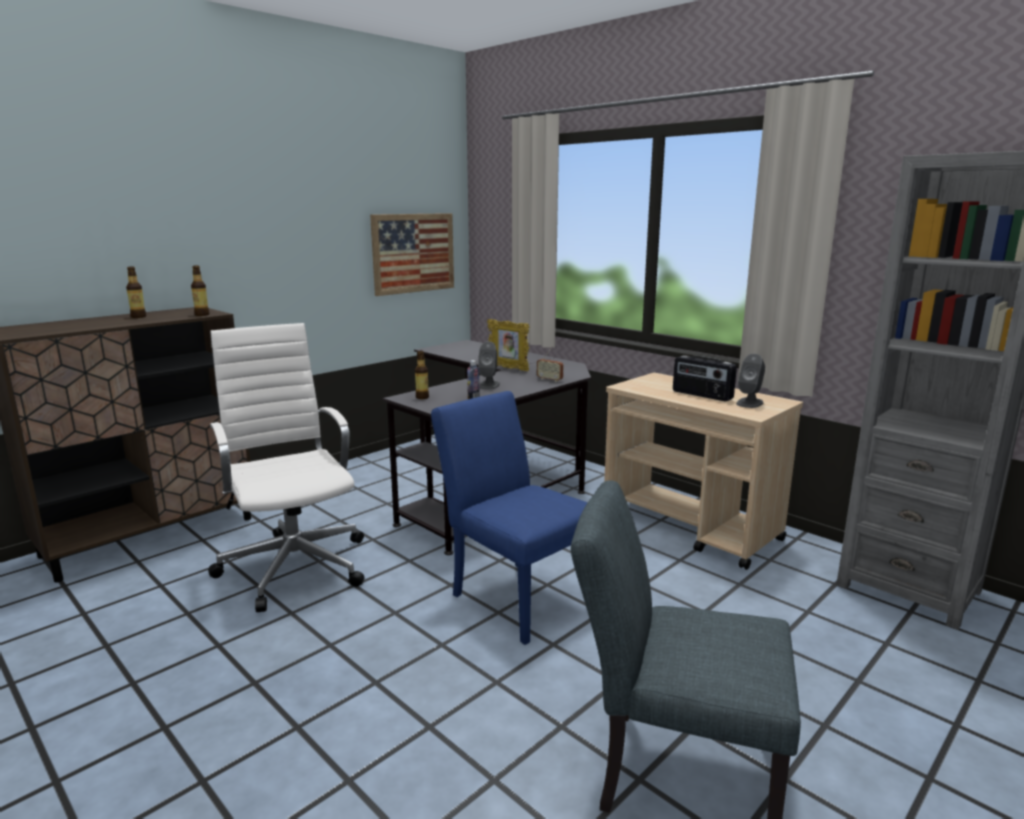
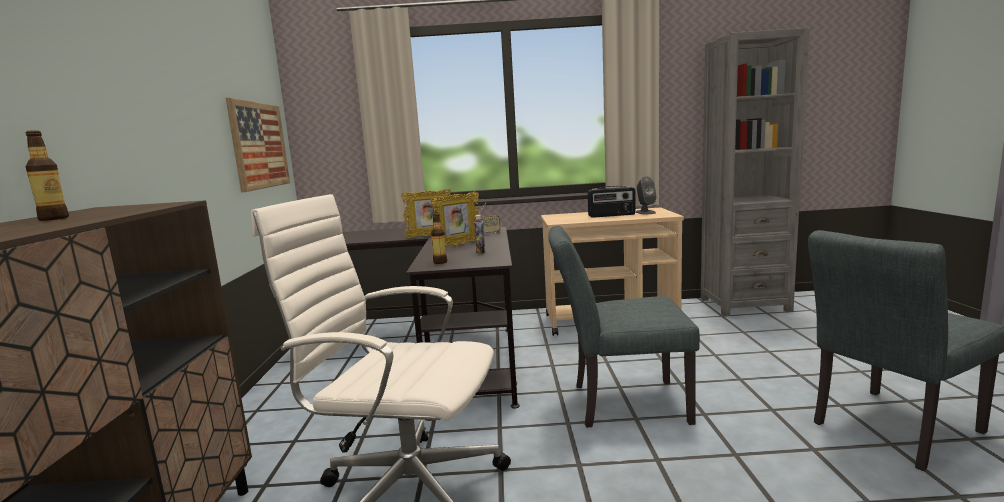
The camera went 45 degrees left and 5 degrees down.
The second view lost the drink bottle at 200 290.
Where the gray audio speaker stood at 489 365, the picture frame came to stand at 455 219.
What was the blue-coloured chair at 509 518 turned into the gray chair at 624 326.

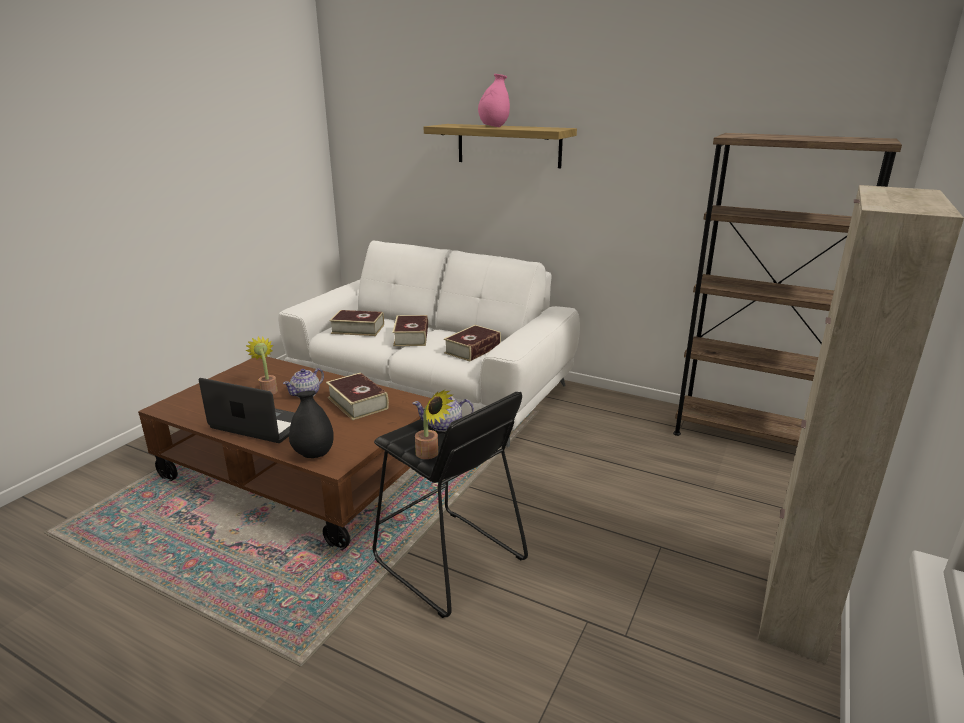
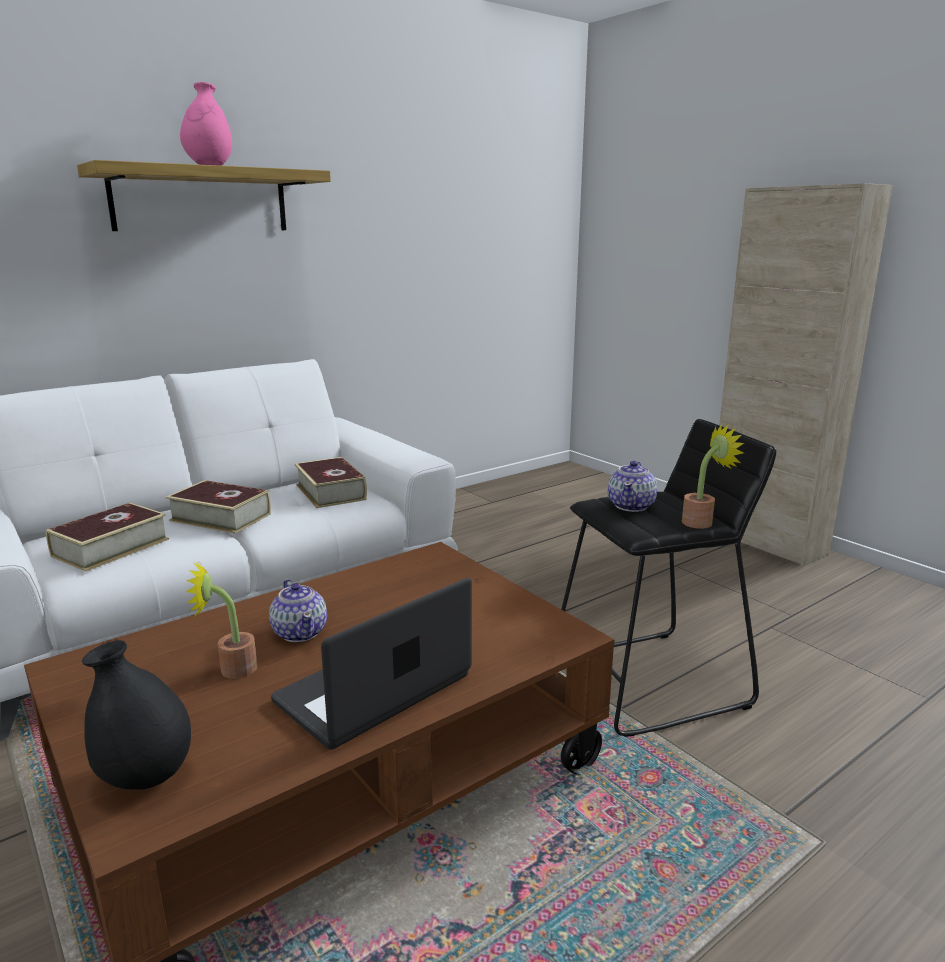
The camera went 65 degrees left and 5 degrees down.
The second view lost the brown shelving unit at 787 289.
The second view lost the bound book at 357 396.
The black vase ended up elsewhere, having gone from 311 424 to 136 715.

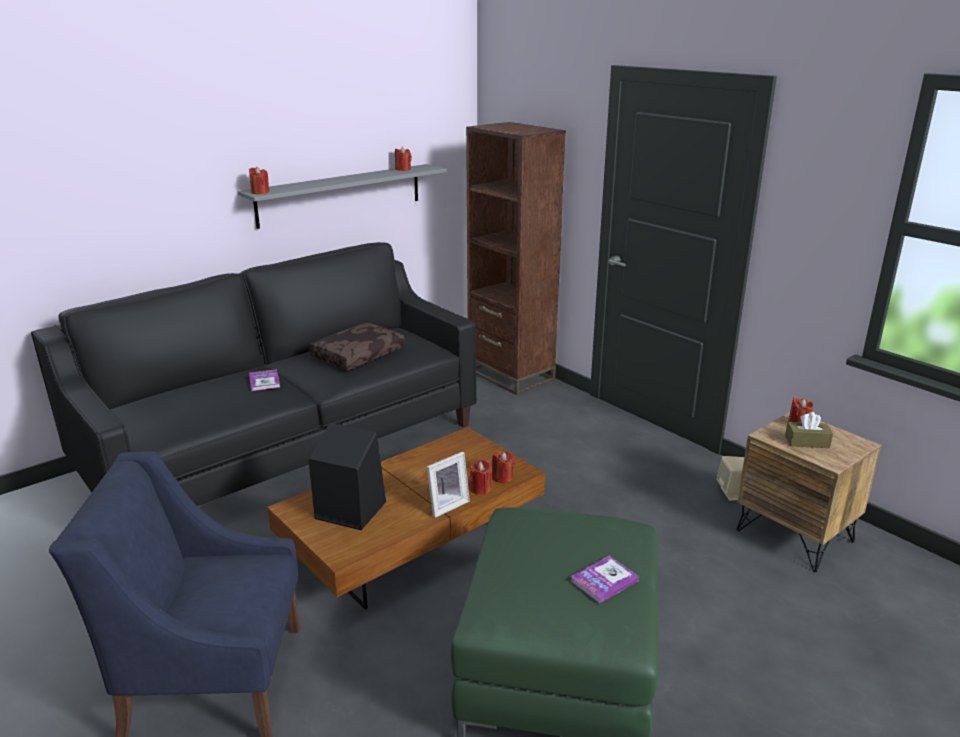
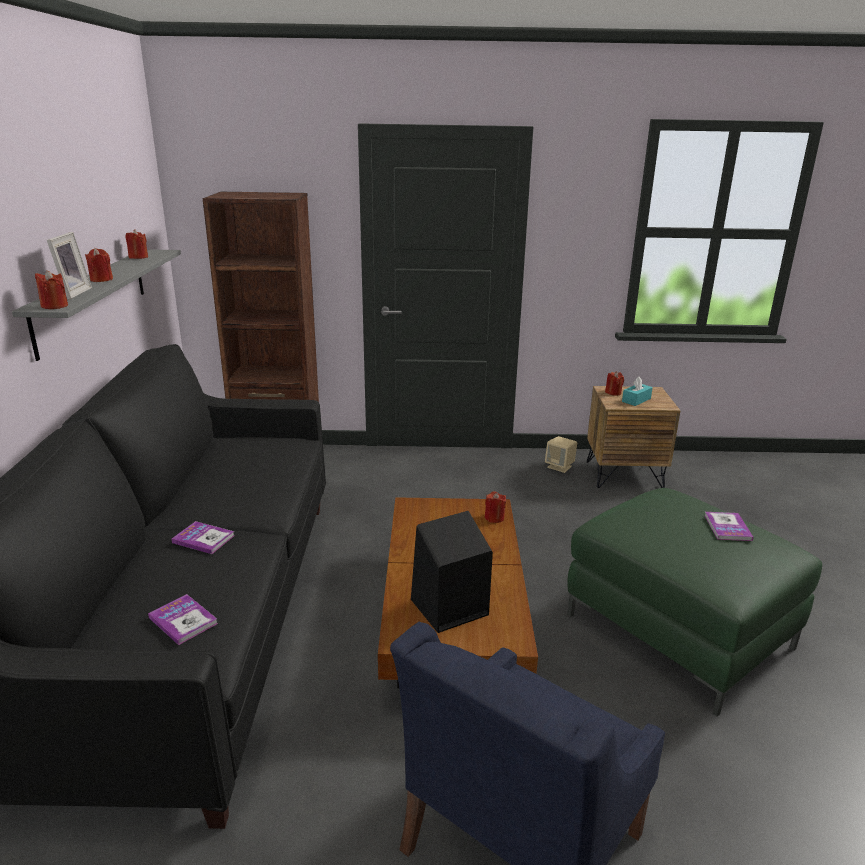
The camera went 50 degrees left and 0 degrees up.
The second view lost the brown pillow at 357 346.
What was the brown tissue box at 809 430 turned into the turquoise-coloured tissue box at 637 391.
The picture frame ended up elsewhere, having gone from 448 485 to 69 266.
The red wax candle ended up elsewhere, having gone from 481 477 to 99 265.
The second view gained the bound book at 183 619.

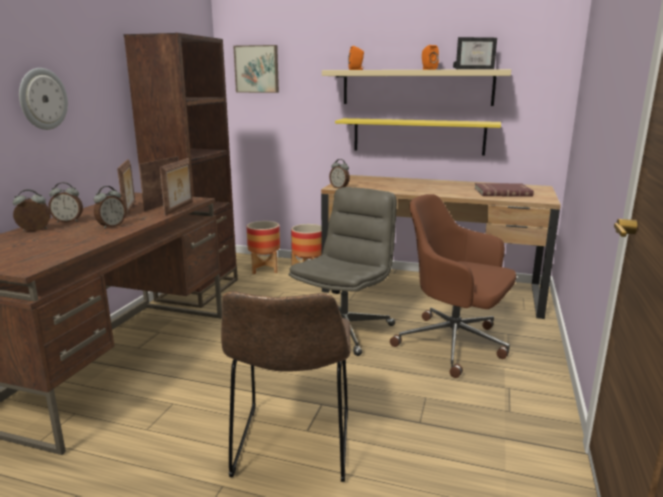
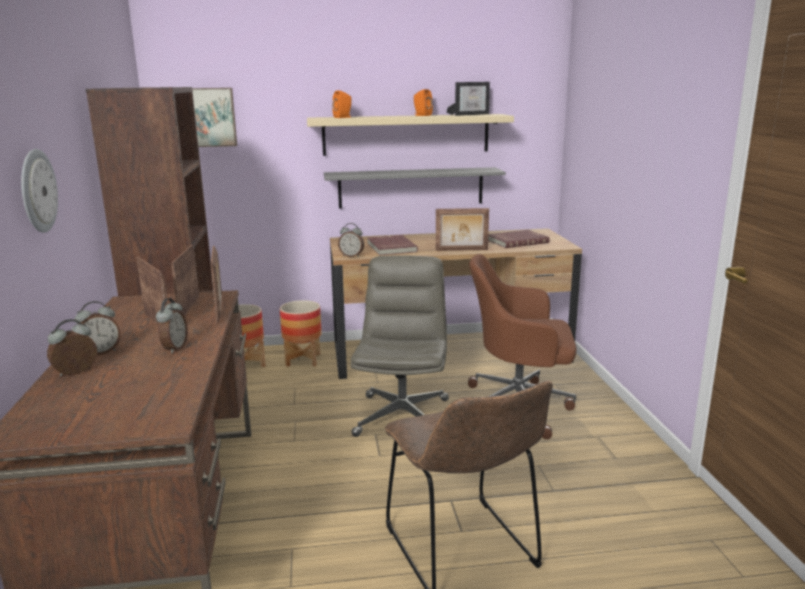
The camera went 25 degrees left and 0 degrees up.
What was the yellow-coloured bracket shelf at 418 137 turned into the gray bracket shelf at 415 188.
The second view gained the picture frame at 462 229.
The second view gained the red bound book at 392 245.

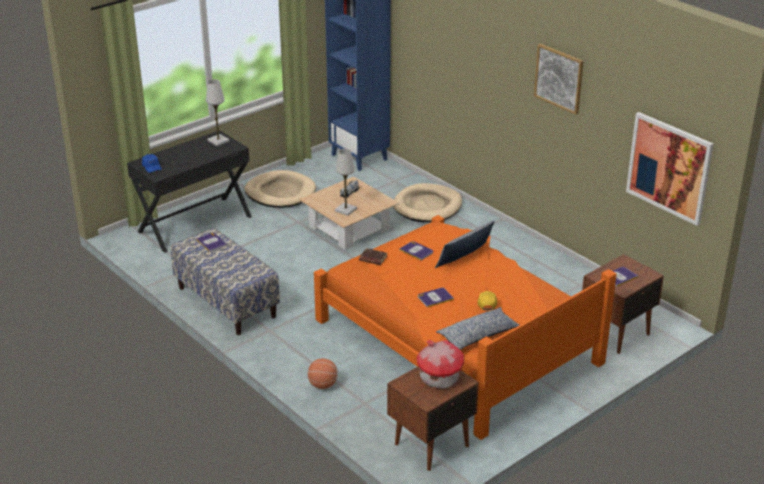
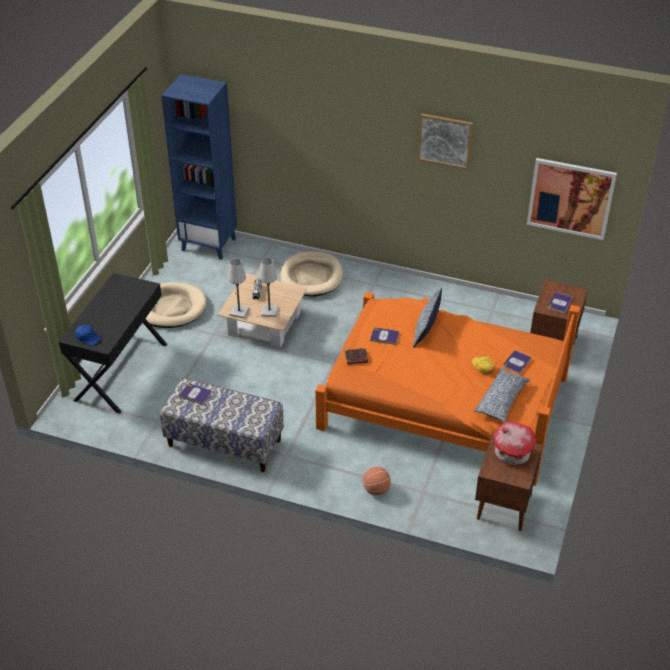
The camera went 30 degrees left and 10 degrees up.
The whitish tabletop lamp ended up elsewhere, having gone from 218 112 to 238 289.
The bound book ended up elsewhere, having gone from 436 297 to 517 362.

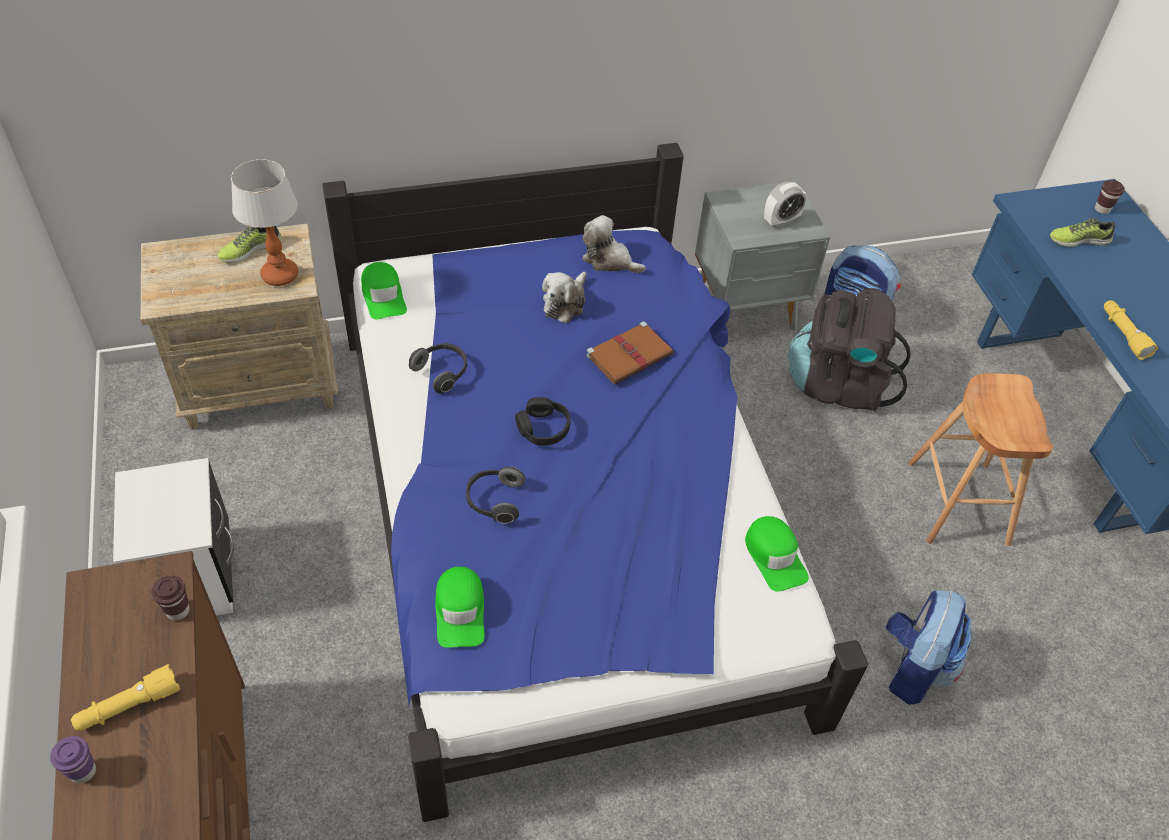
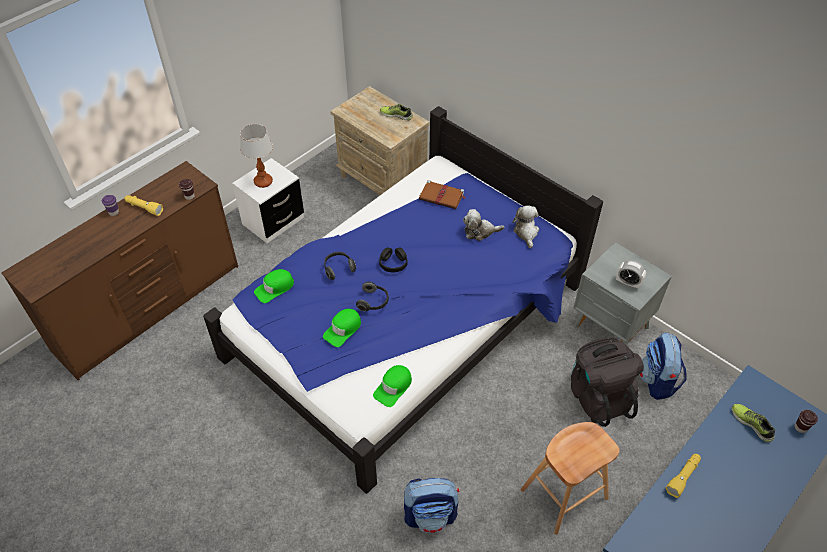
The camera went 60 degrees right and 0 degrees up.
The tabletop lamp ended up elsewhere, having gone from 264 222 to 256 156.
The greenish cap ended up elsewhere, having gone from 384 290 to 342 328.
The brown bound book ended up elsewhere, having gone from 629 352 to 442 194.
The headphones ended up elsewhere, having gone from 438 368 to 372 296.

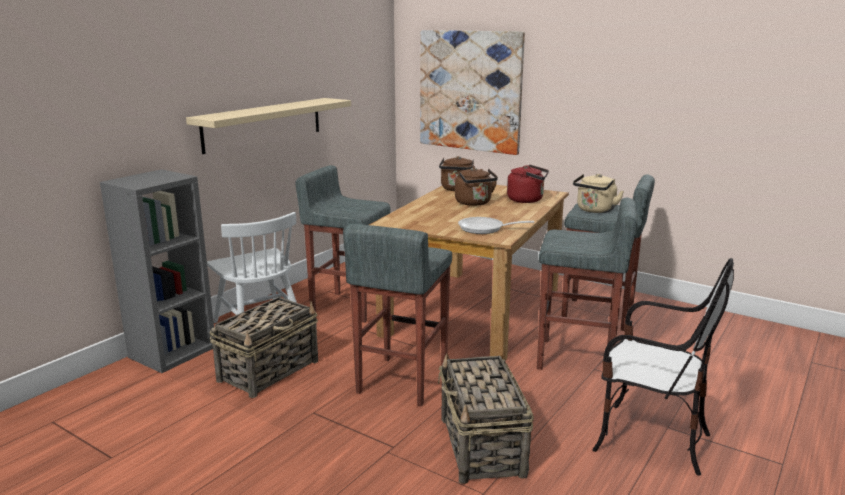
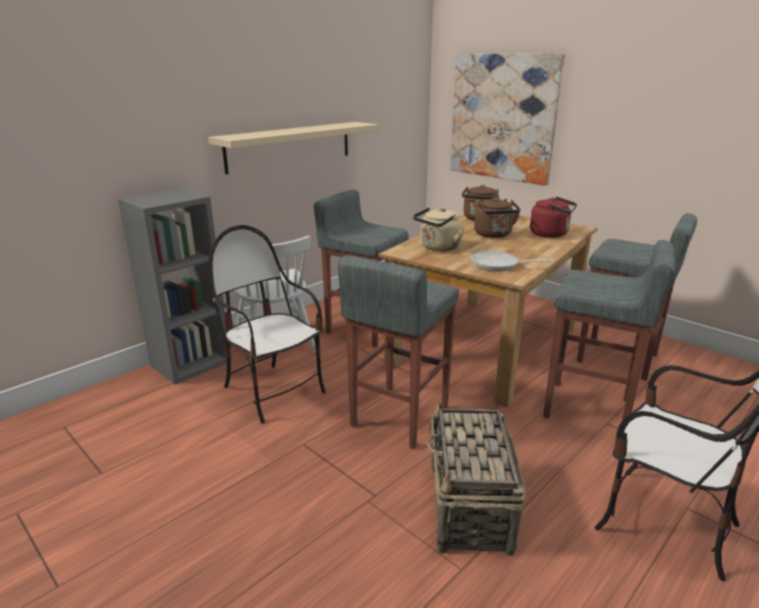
The camera went 10 degrees right and 5 degrees up.
The beige water kettle ended up elsewhere, having gone from 598 193 to 438 229.
Where the household basket stood at 264 347, the chair came to stand at 267 324.

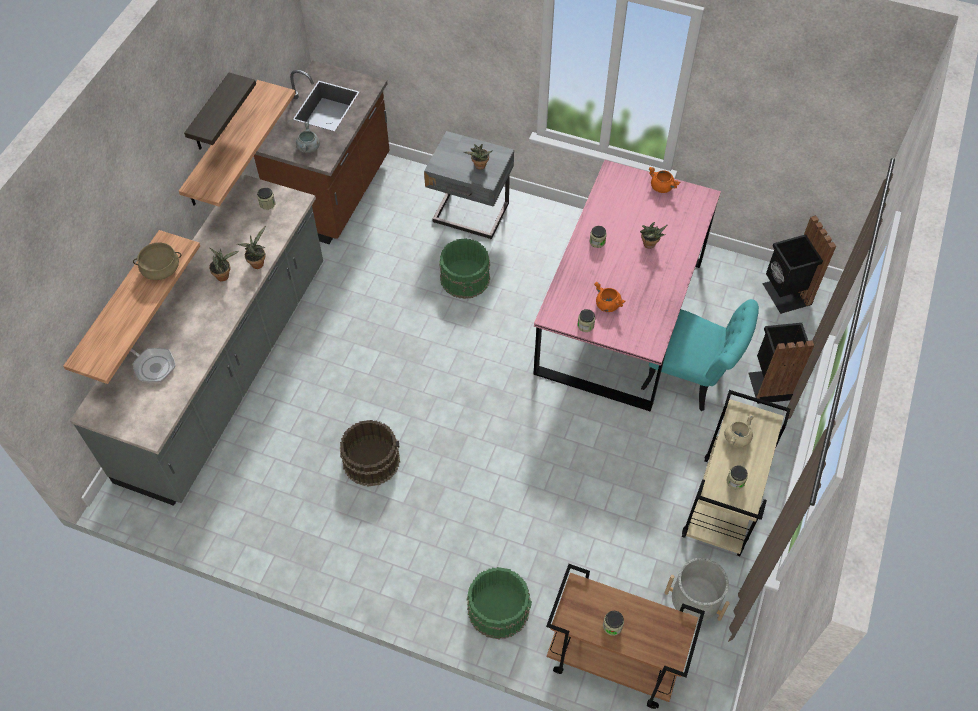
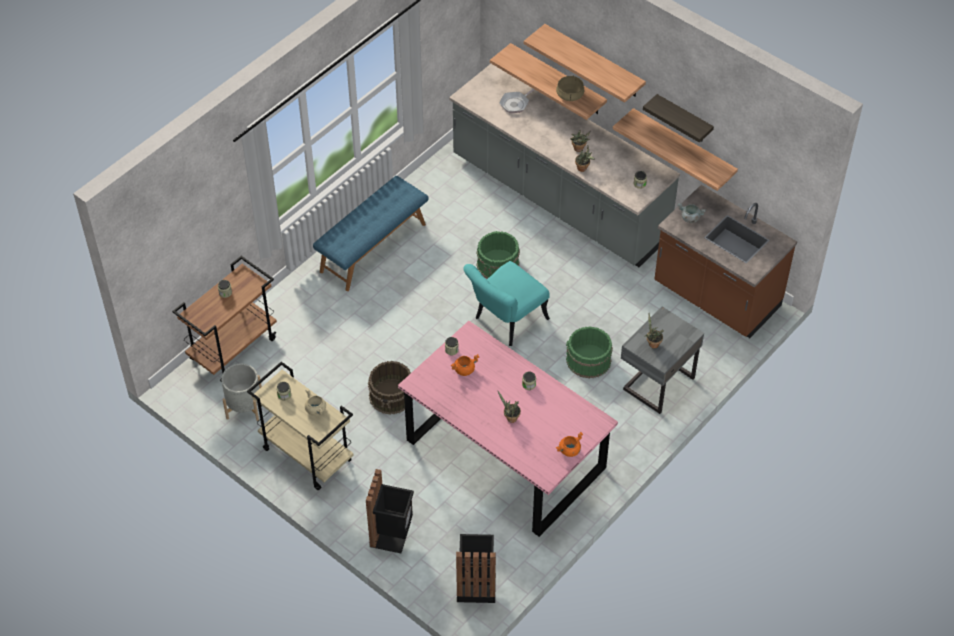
The camera went 110 degrees right and 5 degrees down.
The turquoise-coloured chair ended up elsewhere, having gone from 700 355 to 506 303.
The brown pail ended up elsewhere, having gone from 370 453 to 390 388.
The greenish pail ended up elsewhere, having gone from 499 603 to 498 255.
The second view gained the bracket shelf at 585 63.
The second view gained the blue-coloured long seat at 370 233.

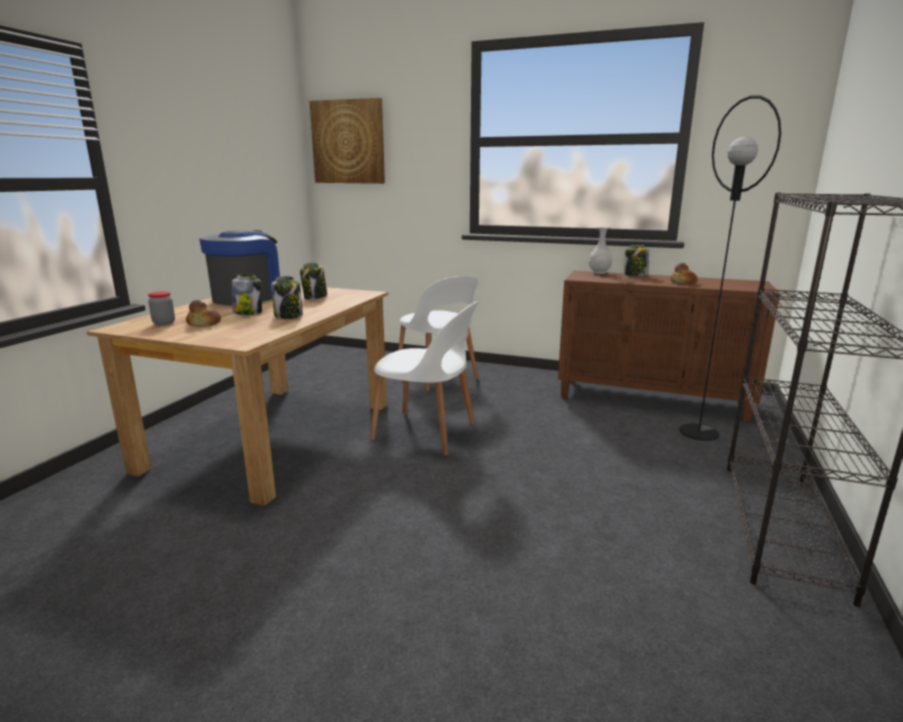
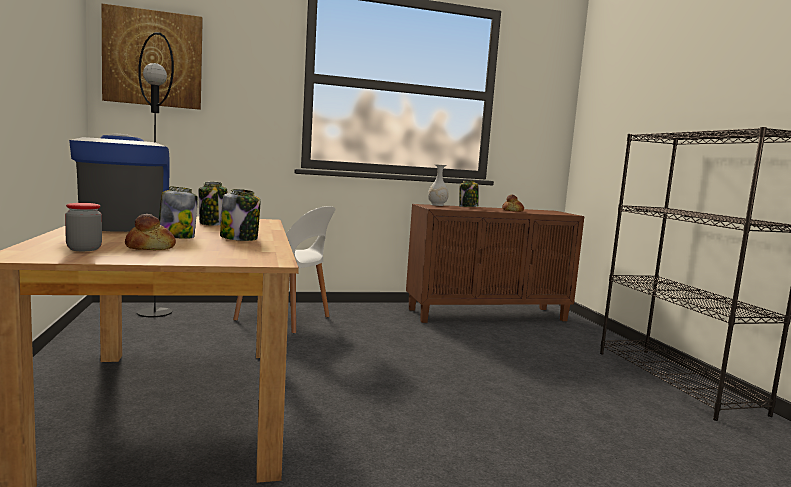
The camera went 35 degrees left and 10 degrees down.
The black standing lamp ended up elsewhere, having gone from 730 268 to 155 174.
The second view lost the whitish chair at 424 378.

